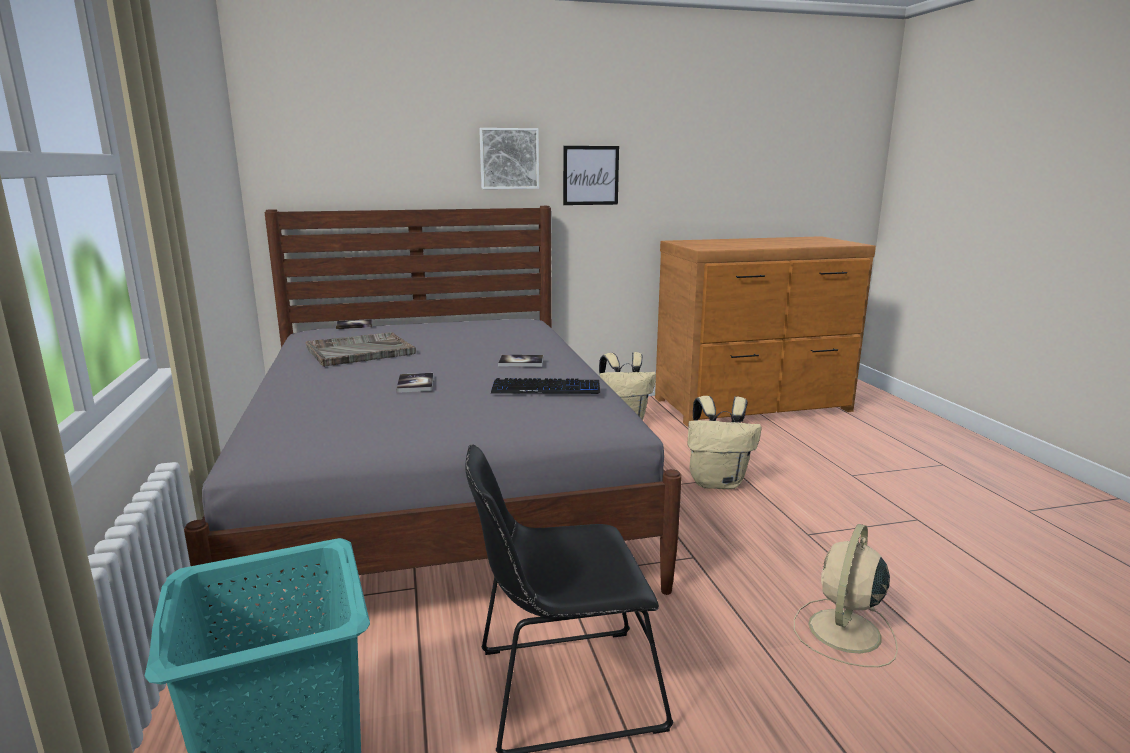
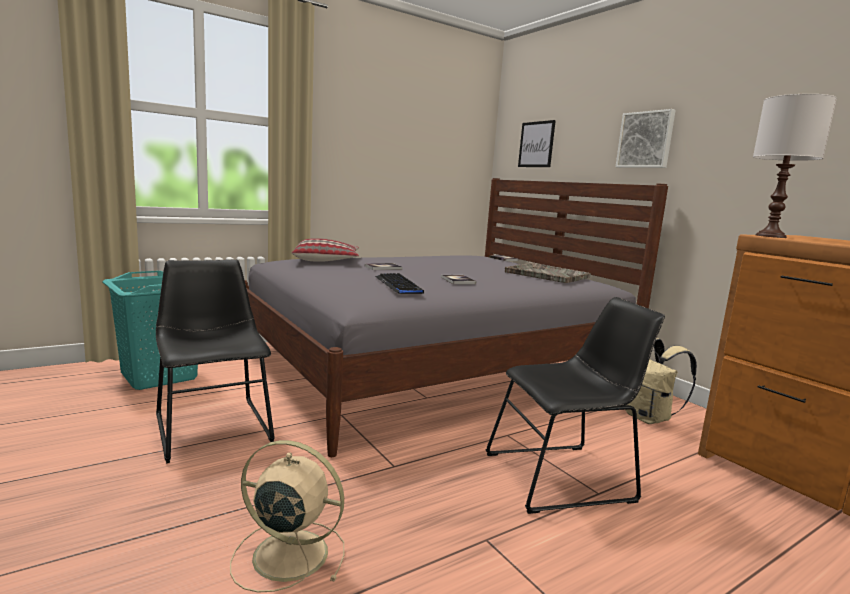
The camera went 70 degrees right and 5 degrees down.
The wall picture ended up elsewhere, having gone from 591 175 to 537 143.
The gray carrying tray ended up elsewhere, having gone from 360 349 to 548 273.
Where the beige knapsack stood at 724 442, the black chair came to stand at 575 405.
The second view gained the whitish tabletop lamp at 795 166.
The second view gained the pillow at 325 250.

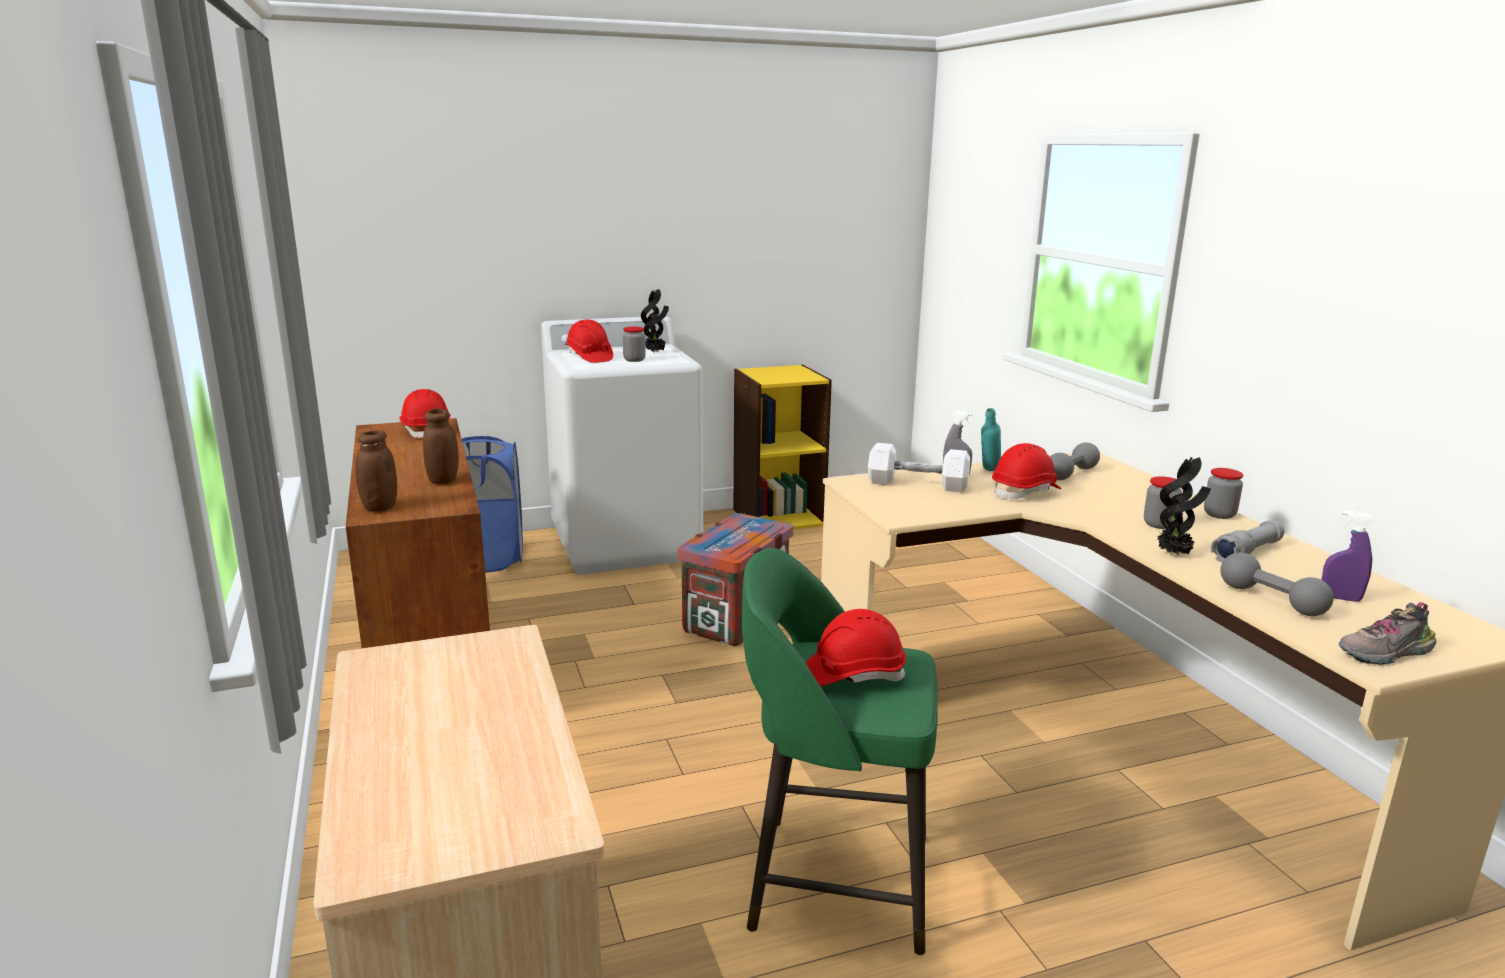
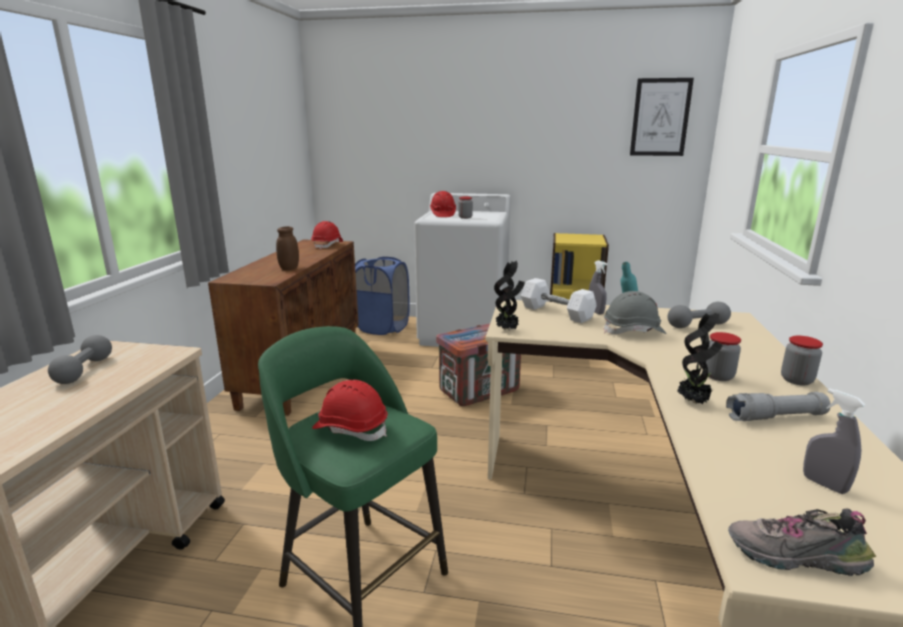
The camera went 30 degrees right and 0 degrees up.
The houseplant ended up elsewhere, having gone from 655 320 to 509 295.
The second view lost the brown storage jar at 376 471.
What was the red safety helmet at 1026 471 turned into the gray safety helmet at 635 312.
What was the purple-coloured spray bottle at 1348 556 turned into the gray spray bottle at 834 441.
The gray dumbbell ended up elsewhere, having gone from 1277 584 to 80 359.
The second view gained the wall picture at 662 117.

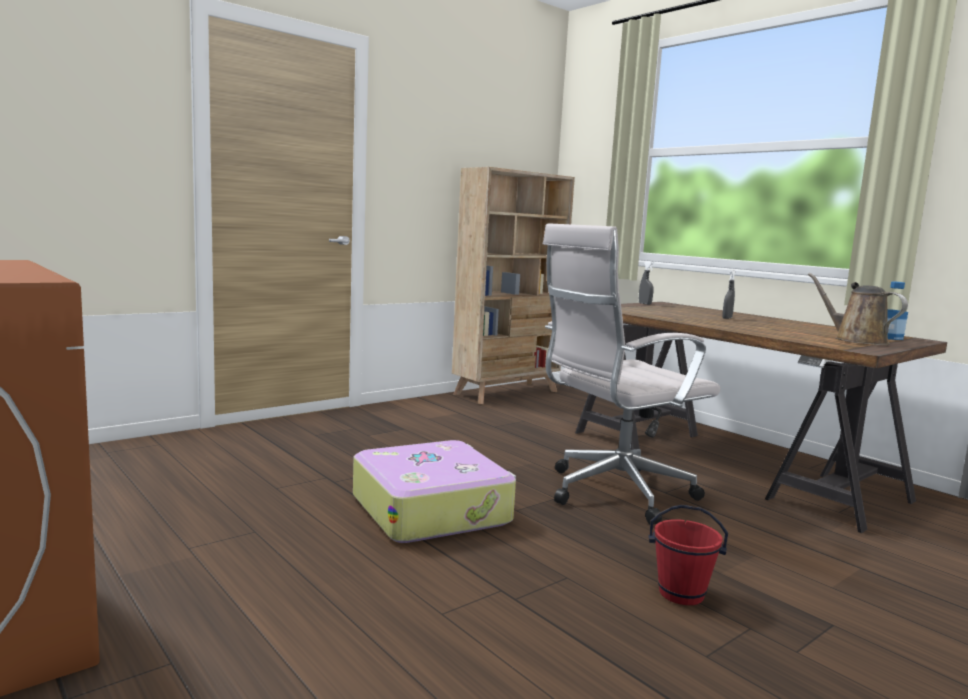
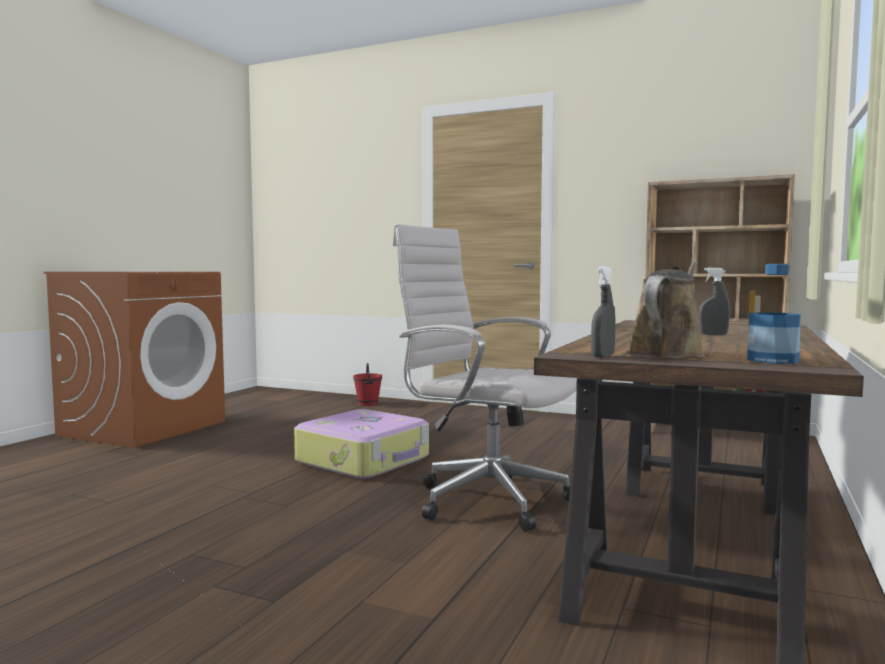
The camera went 65 degrees right and 5 degrees down.
The gray spray bottle ended up elsewhere, having gone from 646 283 to 603 311.
The red pail ended up elsewhere, having gone from 688 555 to 367 384.

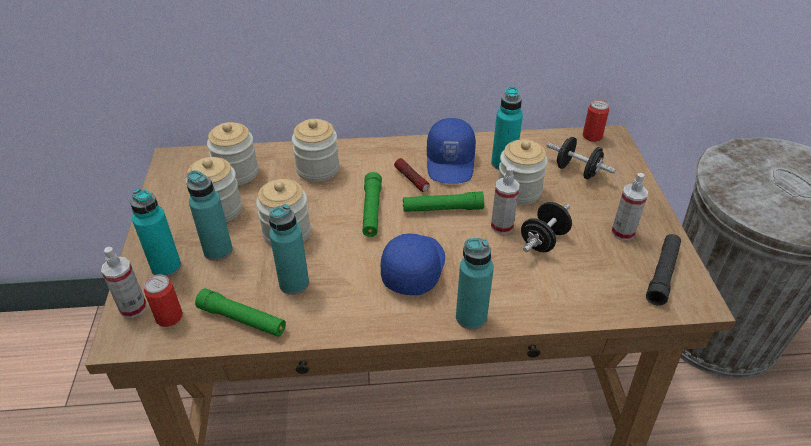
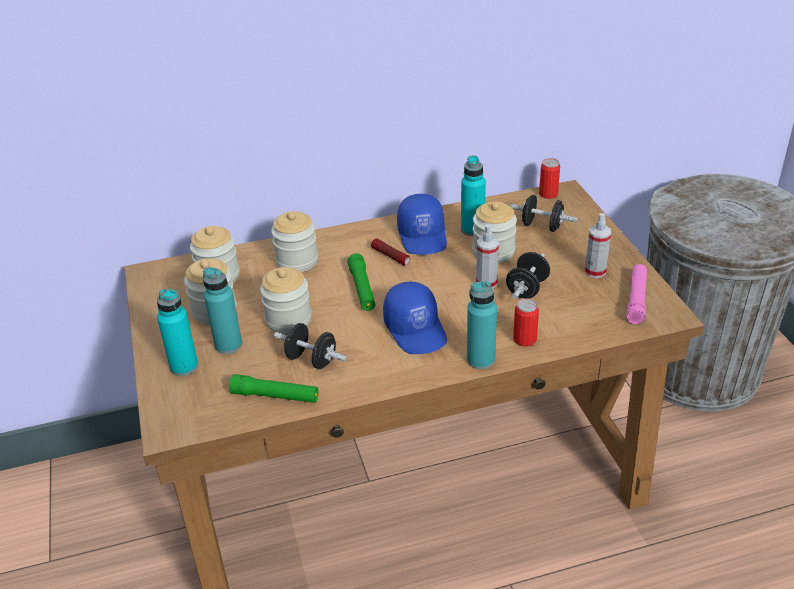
The camera went 10 degrees left and 5 degrees down.
The second view lost the greenish hand torch at 443 201.
Where the turquoise-coloured drink bottle stood at 289 249, the black dumbbell came to stand at 310 346.
The blue-coloured cap at 413 264 ended up facing another way, 150 degrees clockwise from before.
What was the black hand torch at 663 270 turned into the pink hand torch at 636 294.
The second view lost the spray bottle at 124 282.
The can ended up elsewhere, having gone from 163 300 to 526 322.

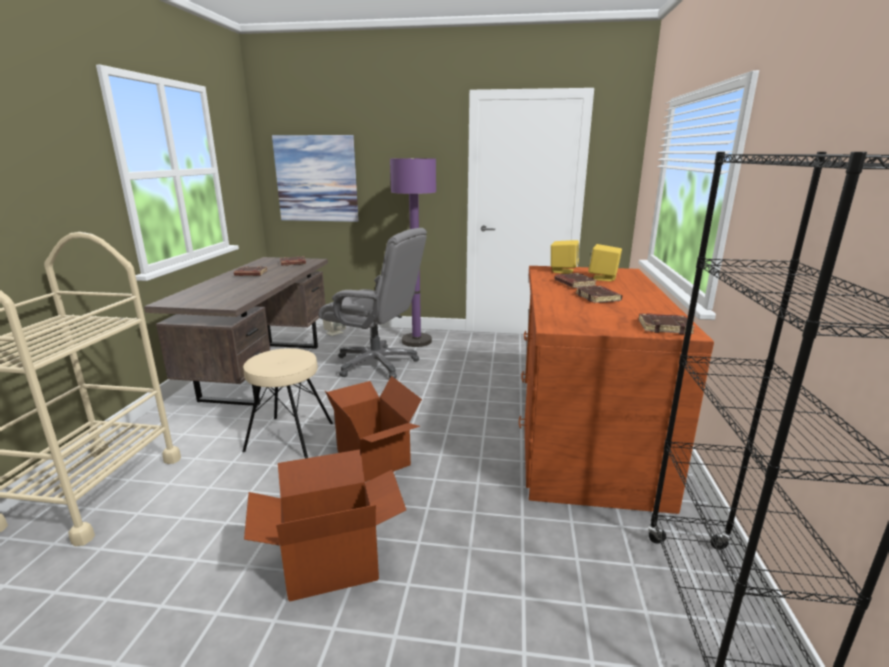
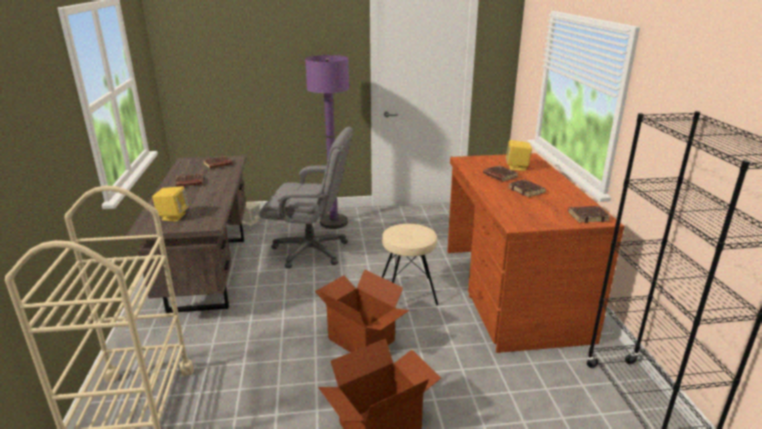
The camera went 15 degrees left and 5 degrees up.
The second view lost the wall picture at 315 178.
The yellow-coloured audio speaker ended up elsewhere, having gone from 565 257 to 170 204.
The beige stool seat ended up elsewhere, having gone from 287 403 to 410 265.

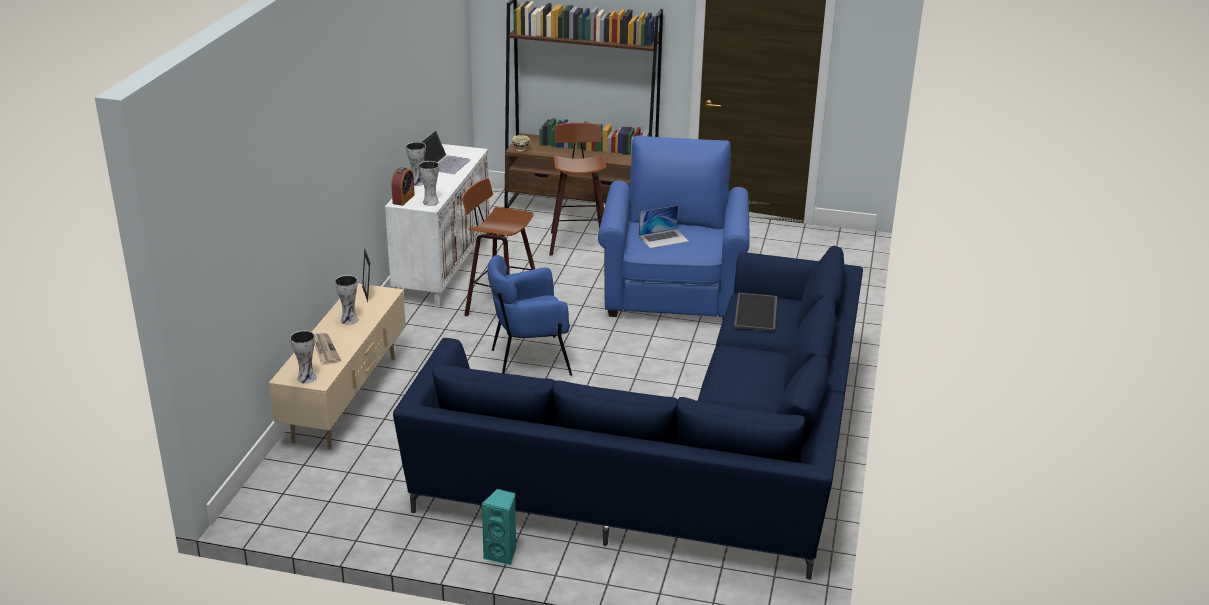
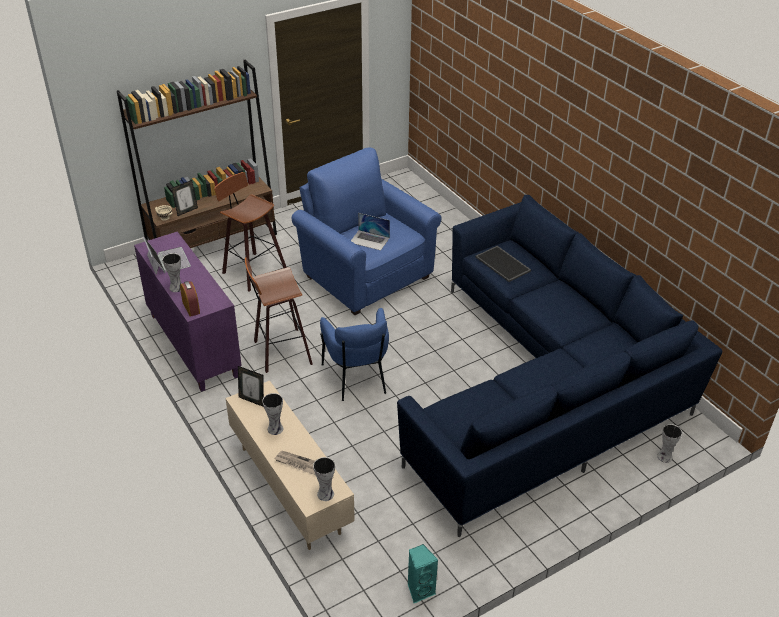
The camera went 45 degrees left and 10 degrees up.
What was the whitish cupboard at 437 225 turned into the purple-coloured cupboard at 188 311.
The vase ended up elsewhere, having gone from 429 183 to 669 443.
The portable computer at 664 226 ended up facing another way, 90 degrees clockwise from before.
The blue-coloured lounge chair at 529 315 ended up facing another way, 45 degrees counterclockwise from before.
The turquoise-coloured audio speaker ended up elsewhere, having gone from 499 526 to 423 573.
The second view gained the picture frame at 184 198.

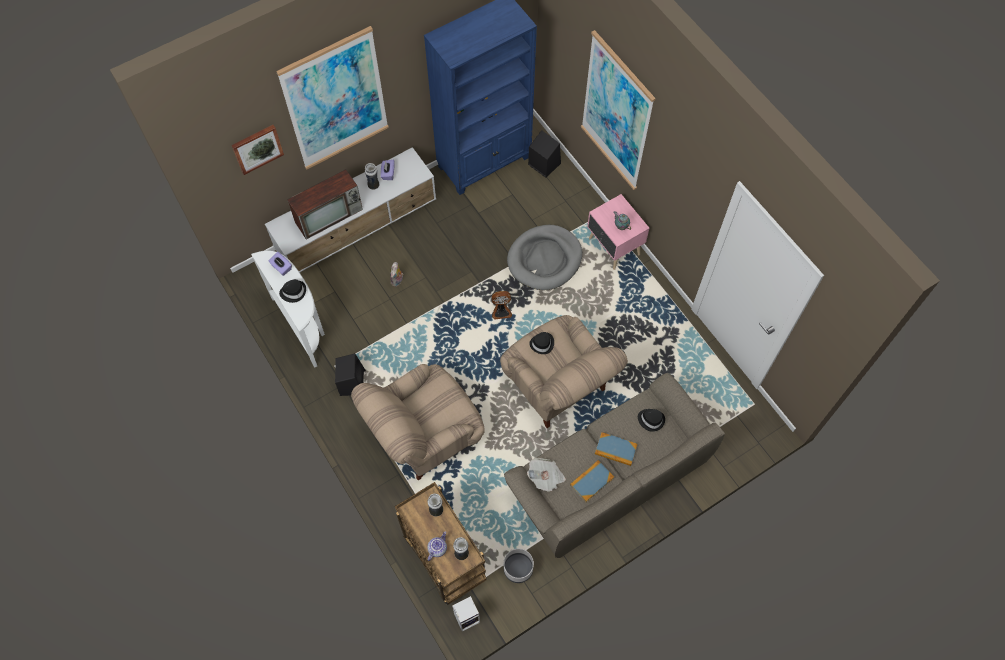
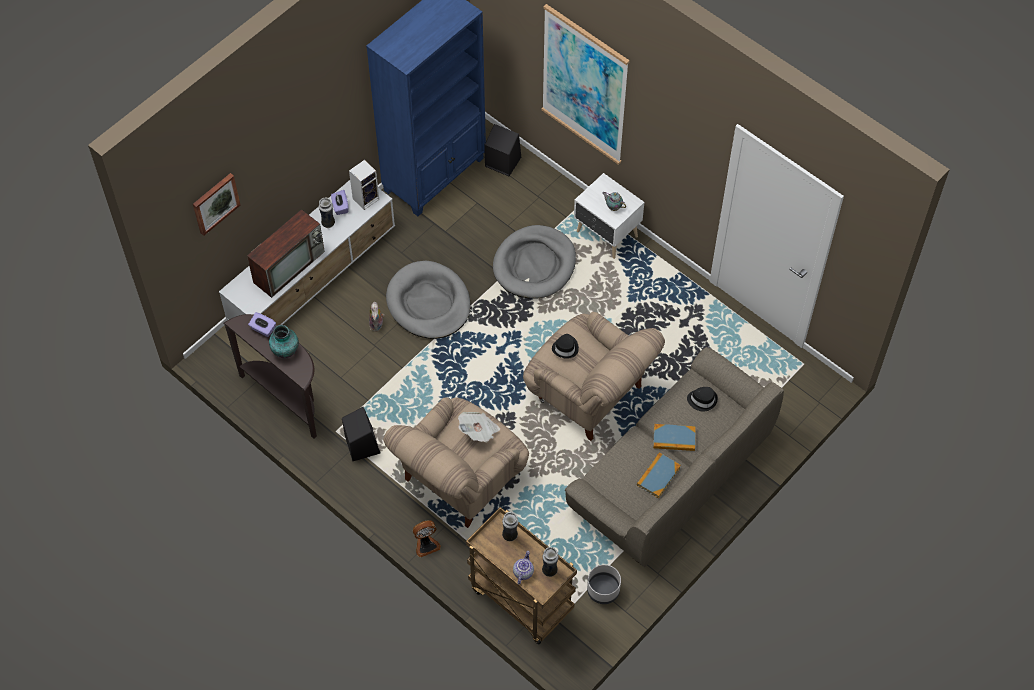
The camera went 15 degrees left and 5 degrees down.
The second view lost the wall picture at 332 98.
What was the pink nightstand at 618 232 turned into the whitish nightstand at 609 216.
What was the whitish narrow table at 288 309 turned into the brown narrow table at 270 376.
Where the black clothing hat stood at 292 291, the vase came to stand at 284 342.
The fan ended up elsewhere, having gone from 502 305 to 427 539.
The printed paper ended up elsewhere, having gone from 546 475 to 479 427.
The audio speaker ended up elsewhere, having gone from 466 614 to 364 185.
The second view gained the gray pet bed at 428 300.

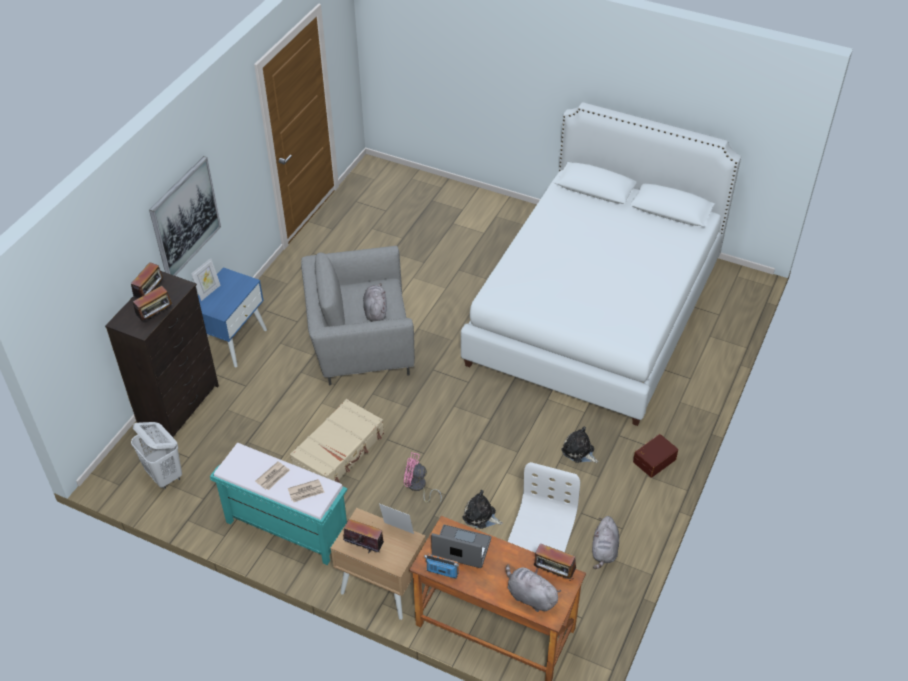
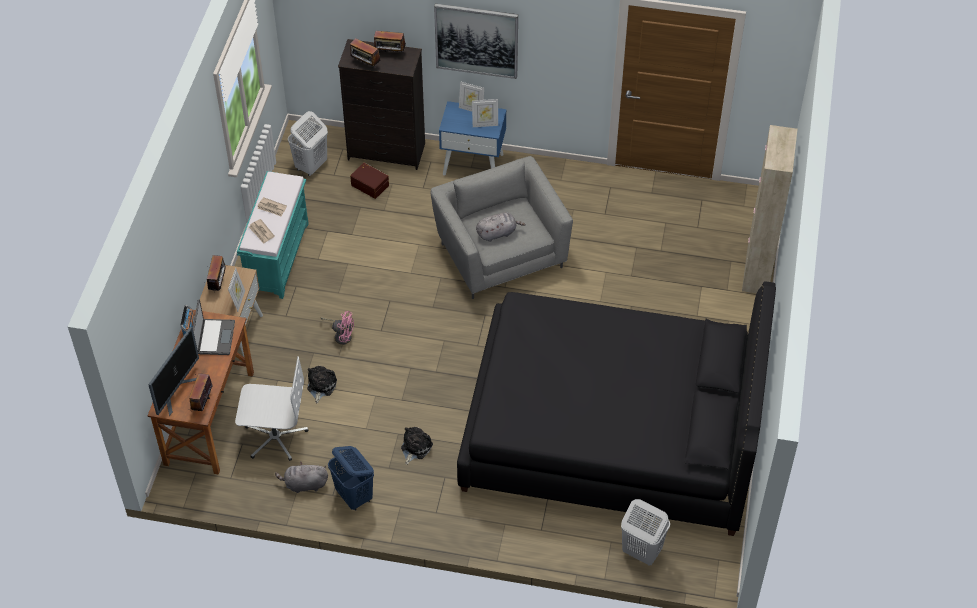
The camera went 75 degrees right and 5 degrees up.
What was the whitish bed at 601 264 turned into the black bed at 616 409.
The second view lost the beige piece of luggage at 337 441.
The brown storage bin ended up elsewhere, having gone from 655 456 to 369 180.
The pink fan at 423 477 ended up facing another way, 105 degrees clockwise from before.
Where the gray plush toy stood at 533 588, the computer display came to stand at 173 371.
The second view gained the picture frame at 485 113.
The second view gained the beige cupboard at 770 209.
The second view gained the blue-coloured washing basket at 351 478.
The second view gained the whitish washing basket at 645 532.

